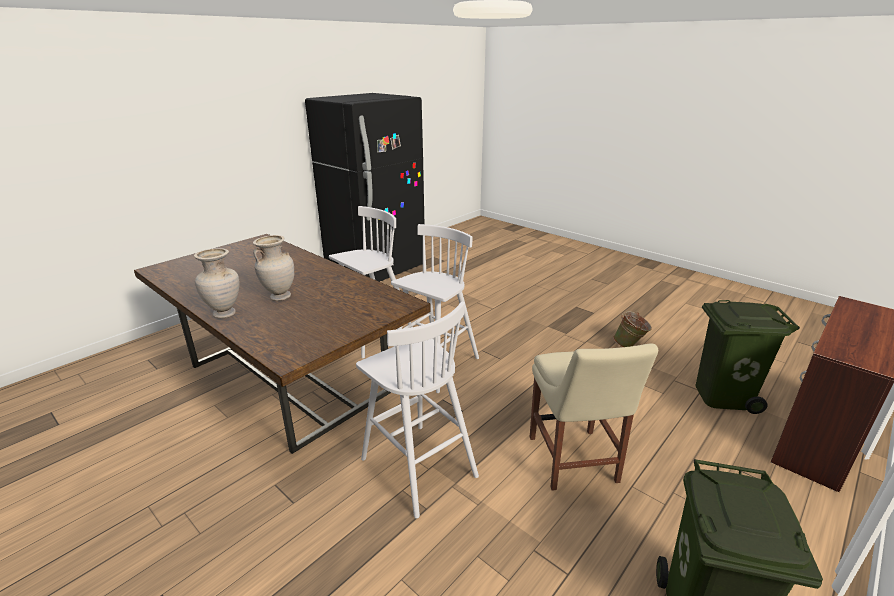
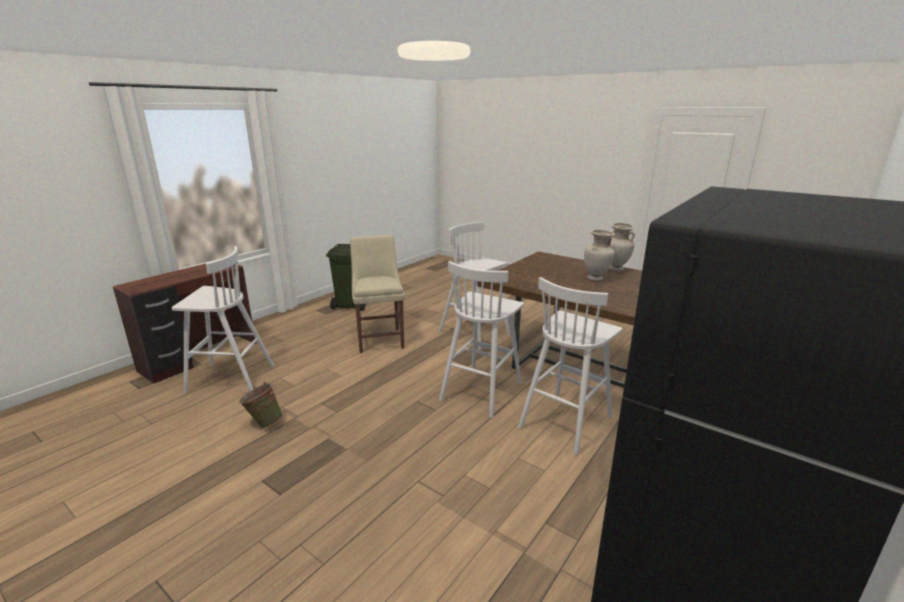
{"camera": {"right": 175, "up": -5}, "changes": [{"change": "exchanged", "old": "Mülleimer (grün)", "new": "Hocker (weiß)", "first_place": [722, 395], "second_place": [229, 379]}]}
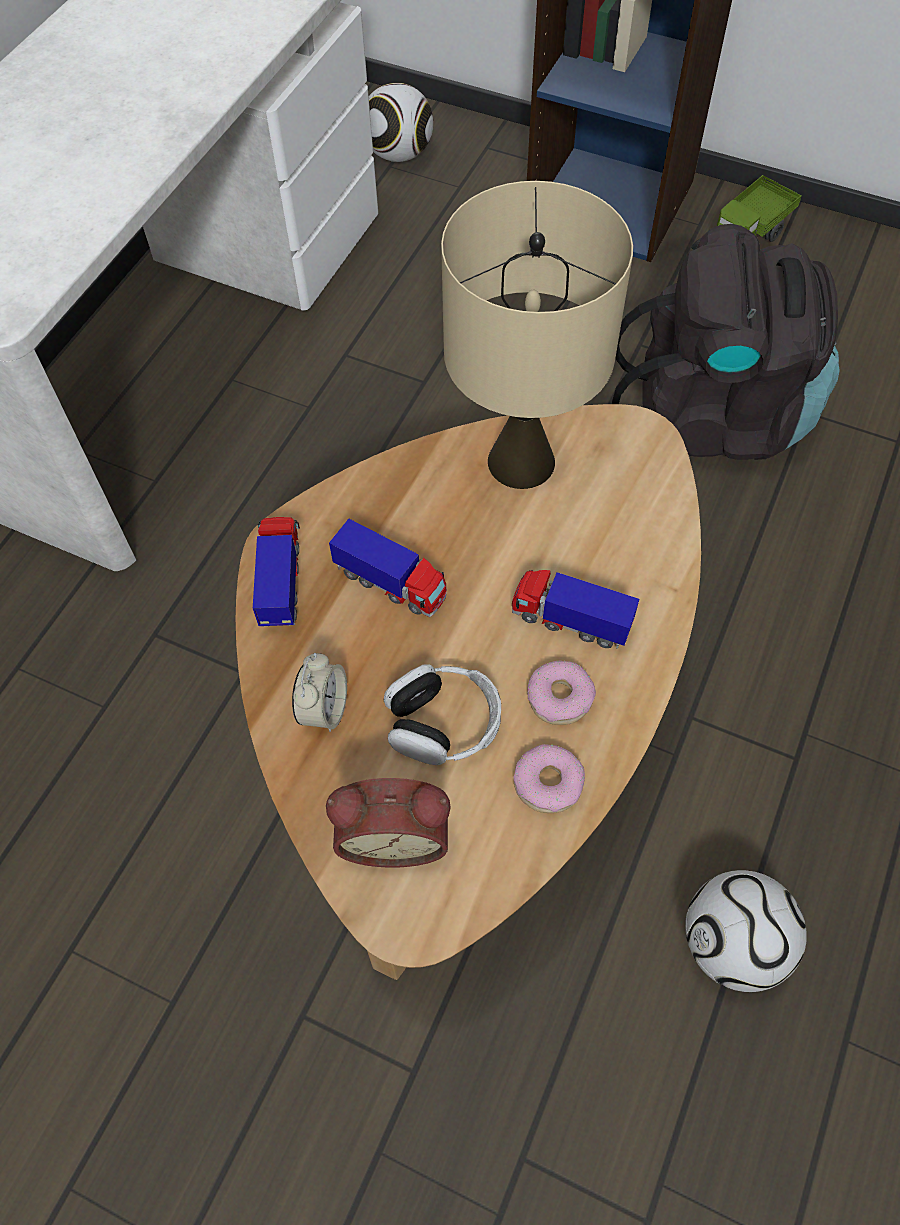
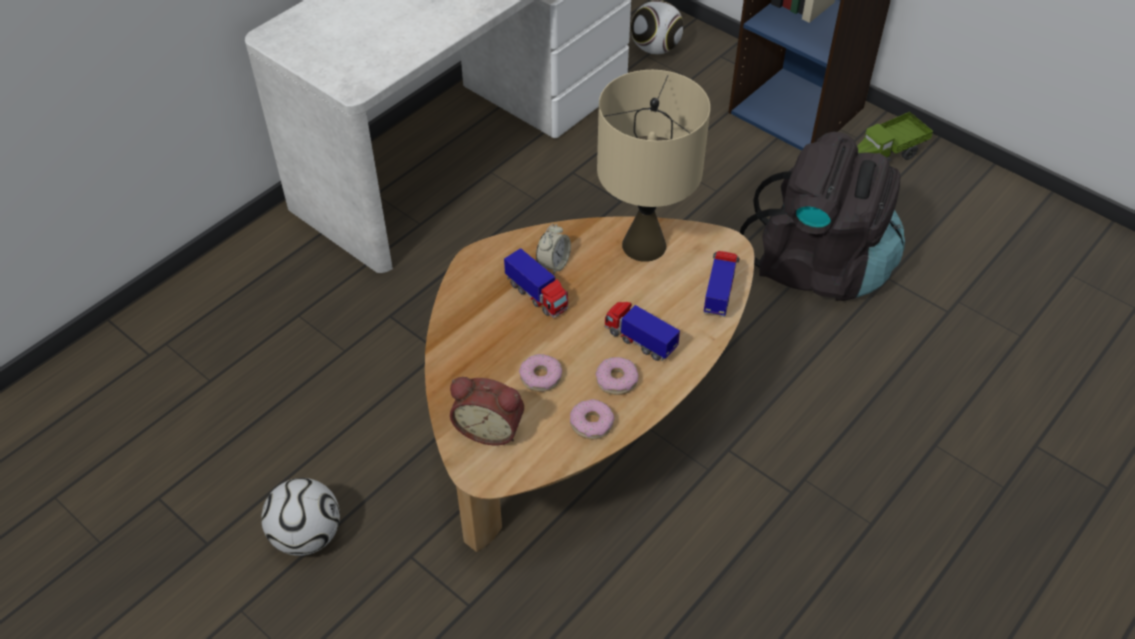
{"camera": {"right": 15, "up": -10}, "changes": [{"change": "relocated", "old": "Fußball", "first_place": [731, 943], "second_place": [307, 535]}, {"change": "exchanged", "old": "Kopfhörer", "new": "Donut", "first_place": [443, 723], "second_place": [541, 377]}, {"change": "relocated", "old": "Wecker", "first_place": [324, 709], "second_place": [553, 264]}, {"change": "relocated", "old": "Spielzeuglaster", "first_place": [281, 584], "second_place": [719, 293]}]}
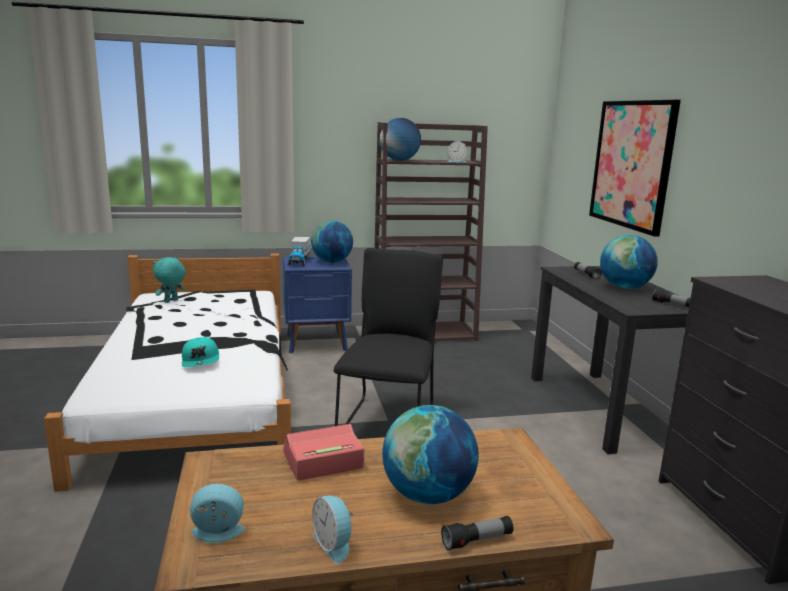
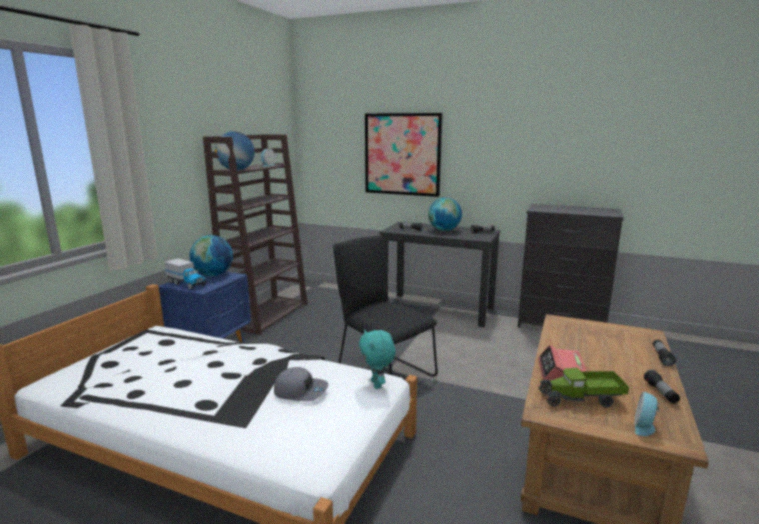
{"camera": {"right": -55, "up": 0}, "changes": [{"change": "colour", "old": "Kappe (türkis)", "new": "Kappe (grau)", "first_place": [201, 361], "second_place": [301, 391]}, {"change": "relocated", "old": "Plüschtier (türkis)", "first_place": [171, 301], "second_place": [377, 384]}, {"change": "appeared", "new": "Spielzeuglaster", "second_place": [581, 399]}, {"change": "exchanged", "old": "Wecker", "new": "Taschenlampe", "first_place": [334, 544], "second_place": [660, 393]}, {"change": "missing", "old": "Globus", "first_place": [427, 495]}]}
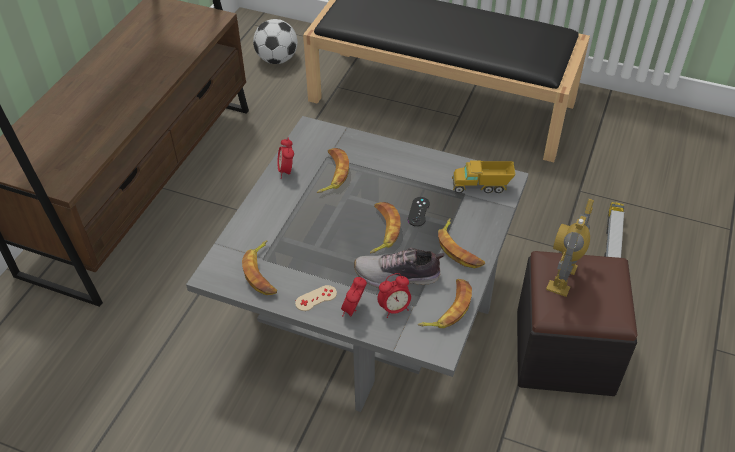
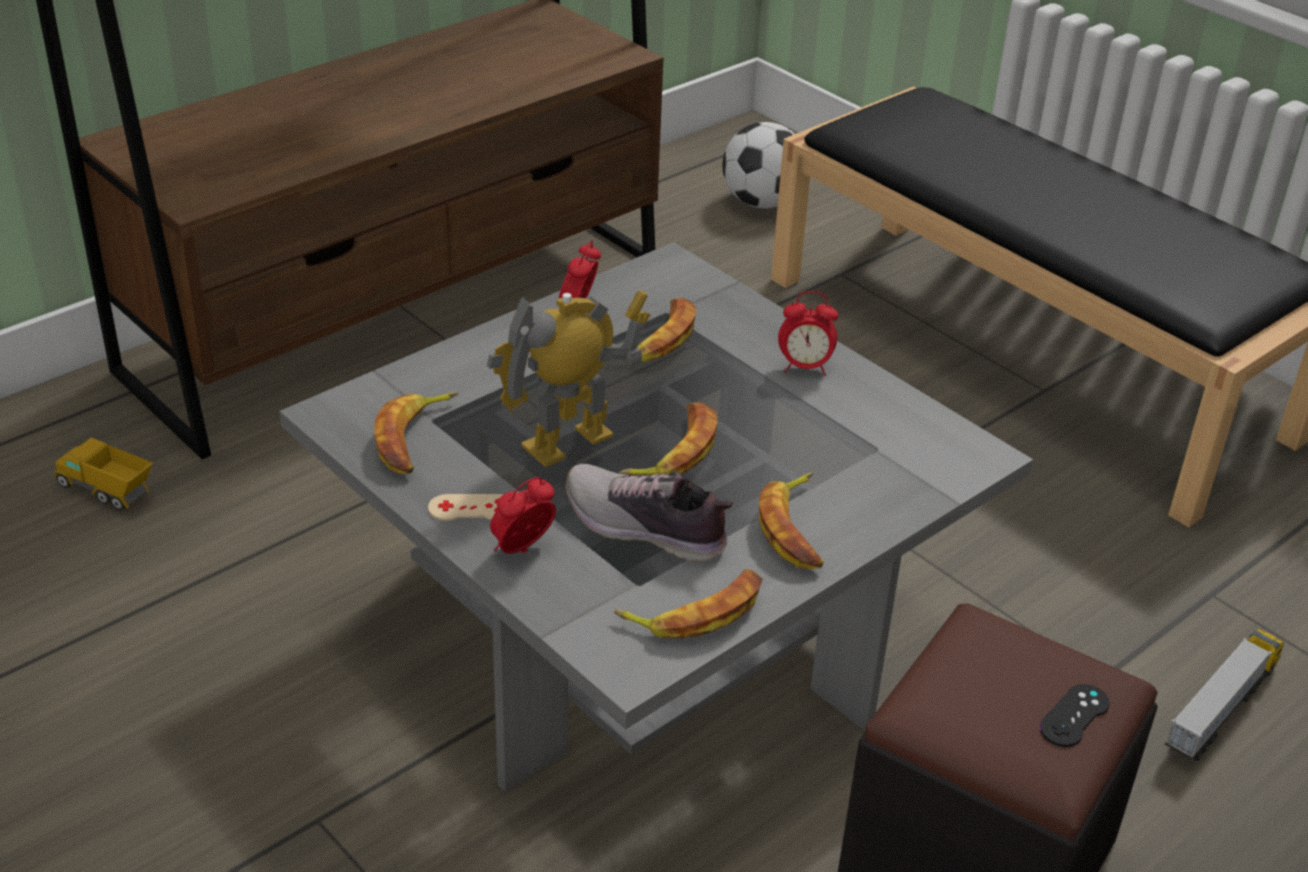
{"camera": {"right": 25, "up": -10}, "changes": [{"change": "relocated", "old": "Spielzeuglaster", "first_place": [481, 186], "second_place": [107, 492]}, {"change": "relocated", "old": "Spielzeugroboter", "first_place": [563, 278], "second_place": [569, 443]}, {"change": "relocated", "old": "Wecker", "first_place": [394, 308], "second_place": [804, 367]}, {"change": "relocated", "old": "Gamepad (schwarz)", "first_place": [418, 211], "second_place": [1074, 716]}]}
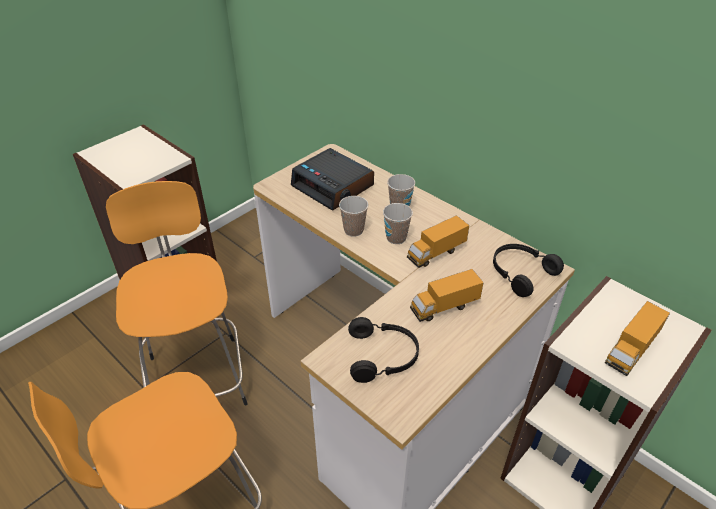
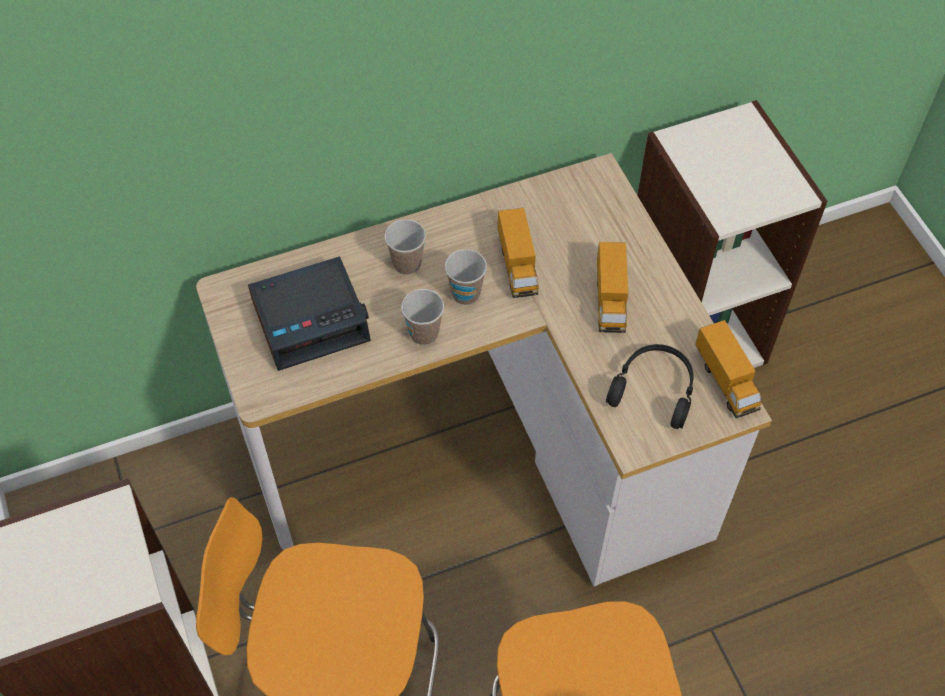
{"camera": {"right": -65, "up": 15}, "changes": [{"change": "relocated", "old": "Spielzeuglaster", "first_place": [631, 350], "second_place": [725, 381]}, {"change": "missing", "old": "Kopfhörer (schwarz)", "first_place": [520, 273]}]}
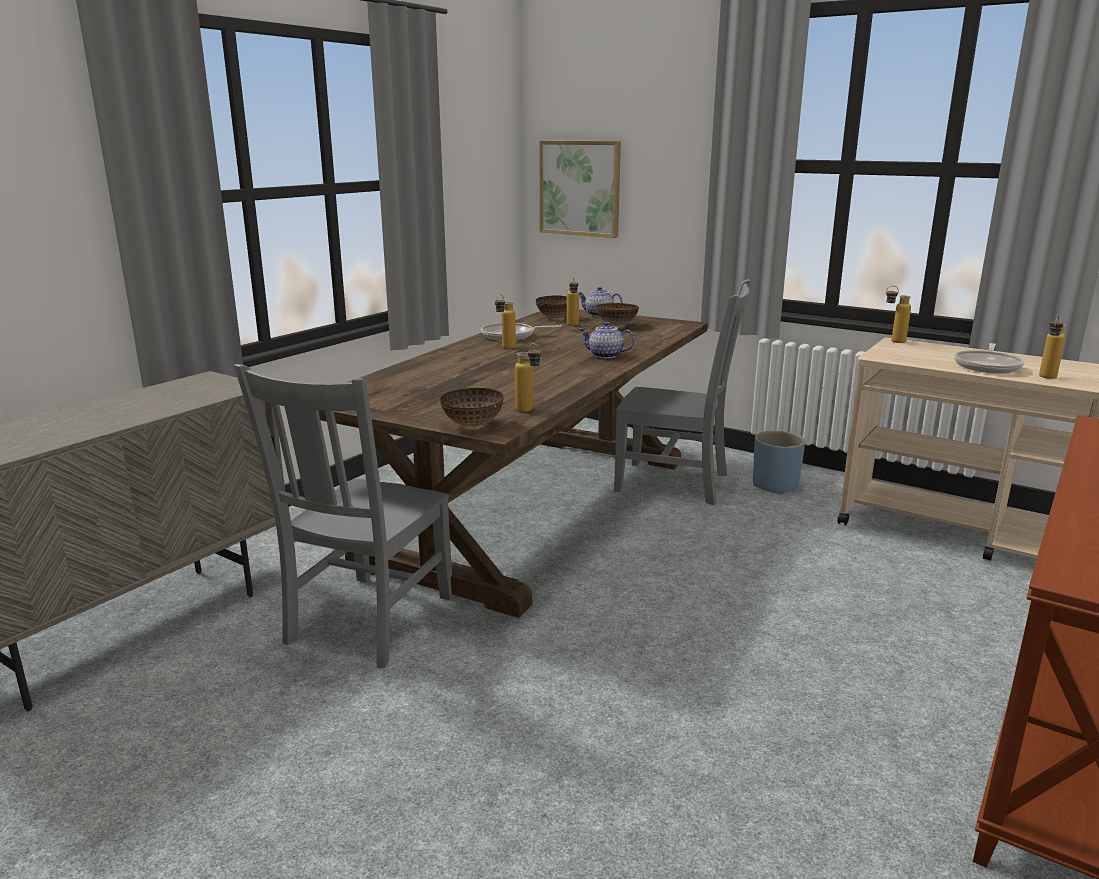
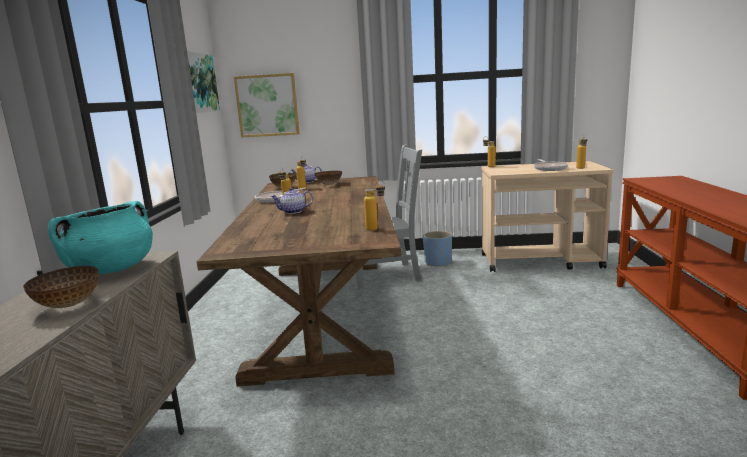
{"camera": {"right": -30, "up": -5}, "changes": [{"change": "relocated", "old": "Schüssel", "first_place": [471, 425], "second_place": [67, 305]}, {"change": "appeared", "new": "Kochtopf (türkis)", "second_place": [111, 269]}, {"change": "appeared", "new": "Bild", "second_place": [199, 83]}, {"change": "relocated", "old": "Teekanne", "first_place": [605, 355], "second_place": [293, 212]}, {"change": "missing", "old": "Stuhl (grau)", "first_place": [367, 622]}]}
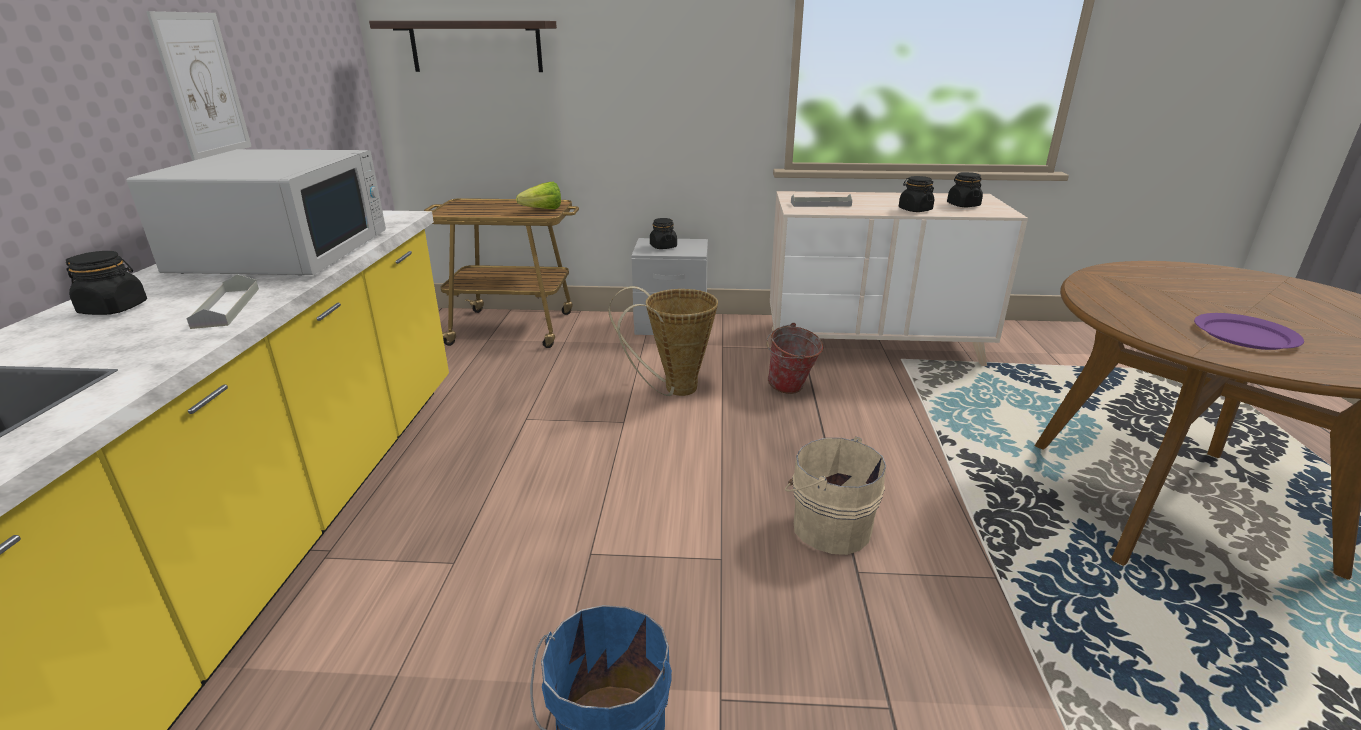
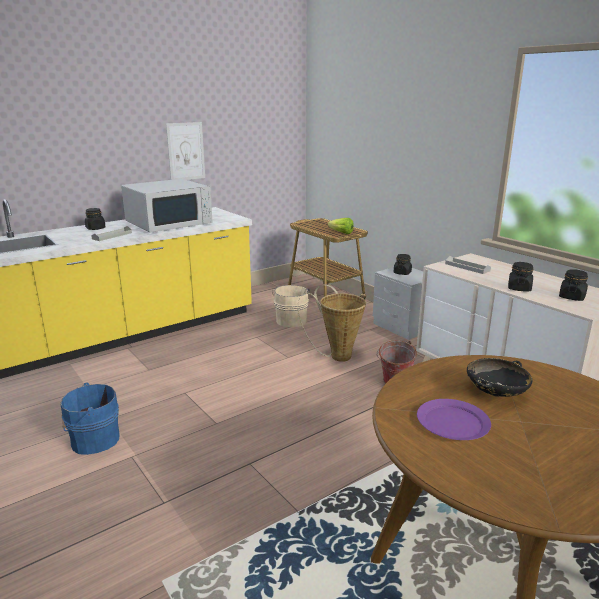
{"camera": {"right": 50, "up": -5}, "changes": [{"change": "relocated", "old": "Eimer (beige)", "first_place": [828, 526], "second_place": [291, 320]}, {"change": "appeared", "new": "Schüssel (schwarz)", "second_place": [496, 393]}, {"change": "missing", "old": "Wandregal", "first_place": [476, 46]}]}
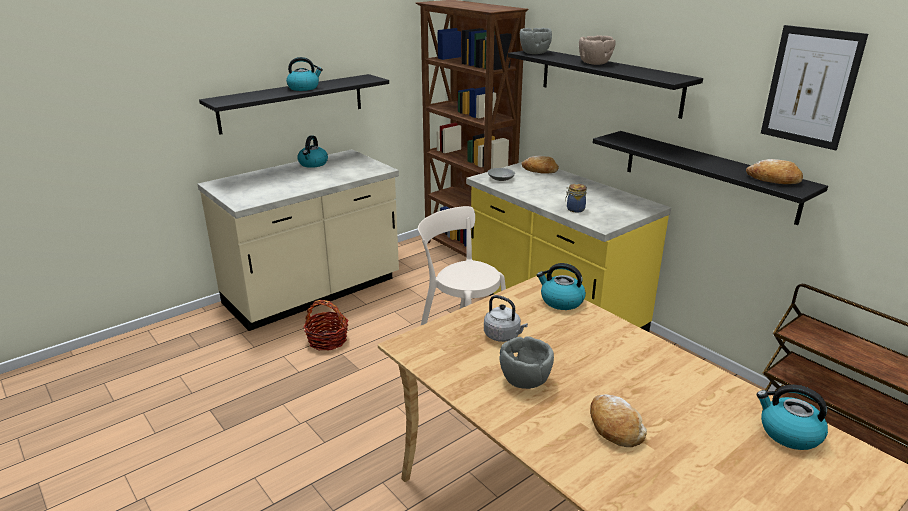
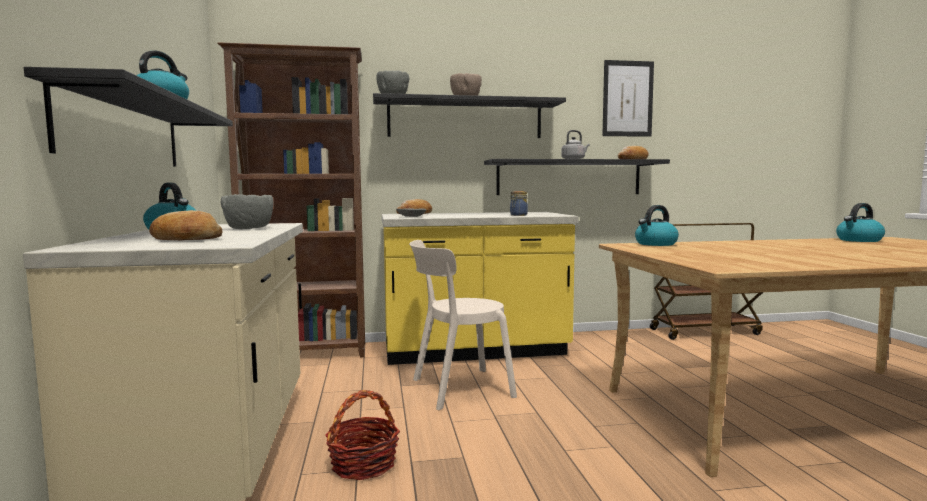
{"camera": {"right": -60, "up": -20}, "changes": [{"change": "relocated", "old": "Brot", "first_place": [614, 427], "second_place": [185, 239]}, {"change": "relocated", "old": "Schüssel (grau)", "first_place": [526, 380], "second_place": [249, 228]}, {"change": "relocated", "old": "Wasserkessel (grau)", "first_place": [503, 336], "second_place": [574, 159]}]}
